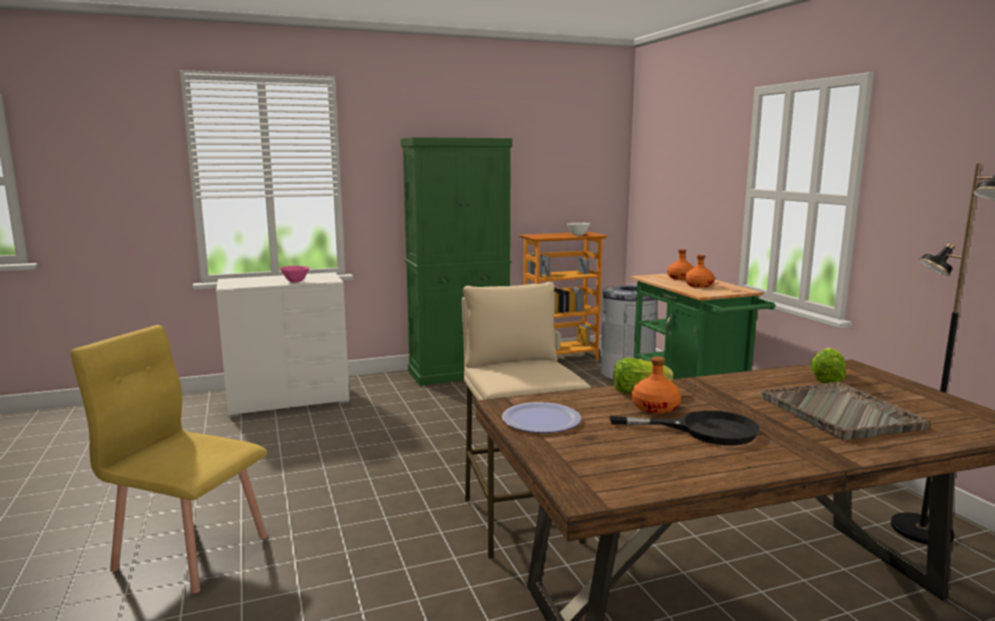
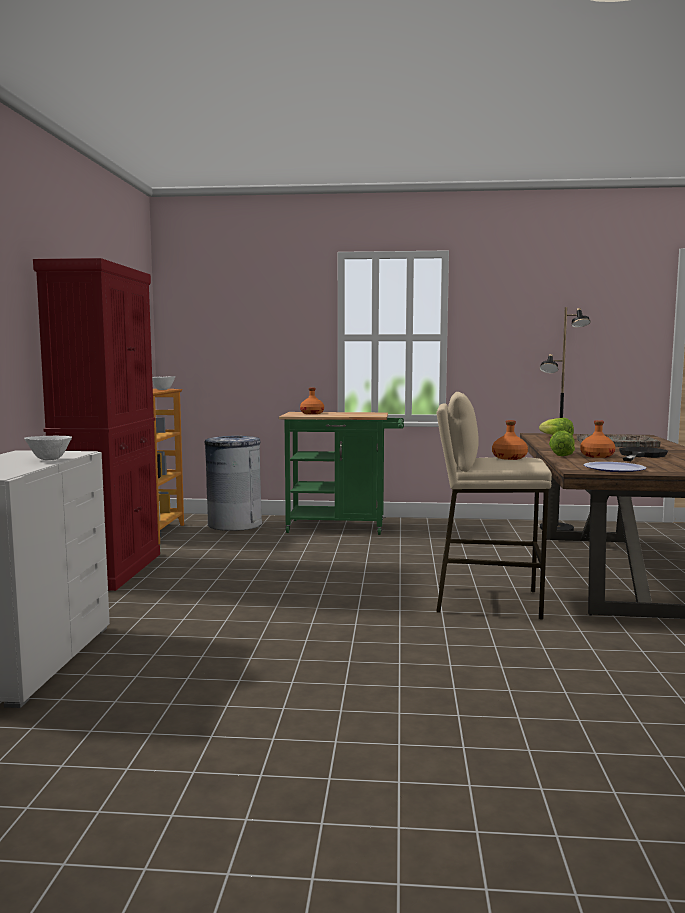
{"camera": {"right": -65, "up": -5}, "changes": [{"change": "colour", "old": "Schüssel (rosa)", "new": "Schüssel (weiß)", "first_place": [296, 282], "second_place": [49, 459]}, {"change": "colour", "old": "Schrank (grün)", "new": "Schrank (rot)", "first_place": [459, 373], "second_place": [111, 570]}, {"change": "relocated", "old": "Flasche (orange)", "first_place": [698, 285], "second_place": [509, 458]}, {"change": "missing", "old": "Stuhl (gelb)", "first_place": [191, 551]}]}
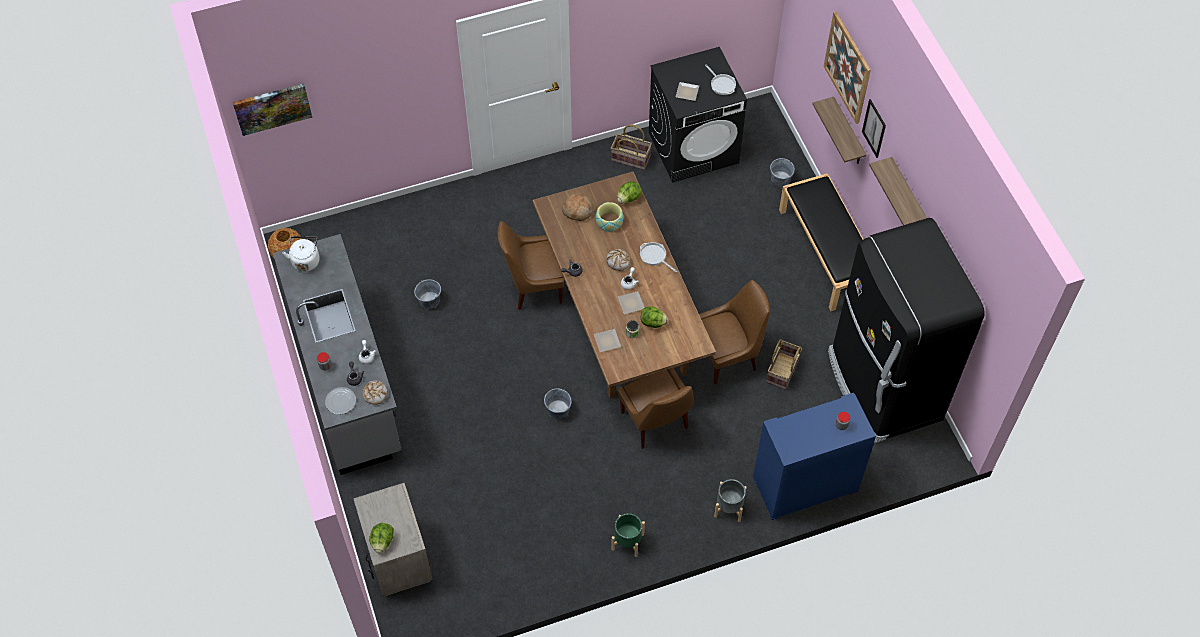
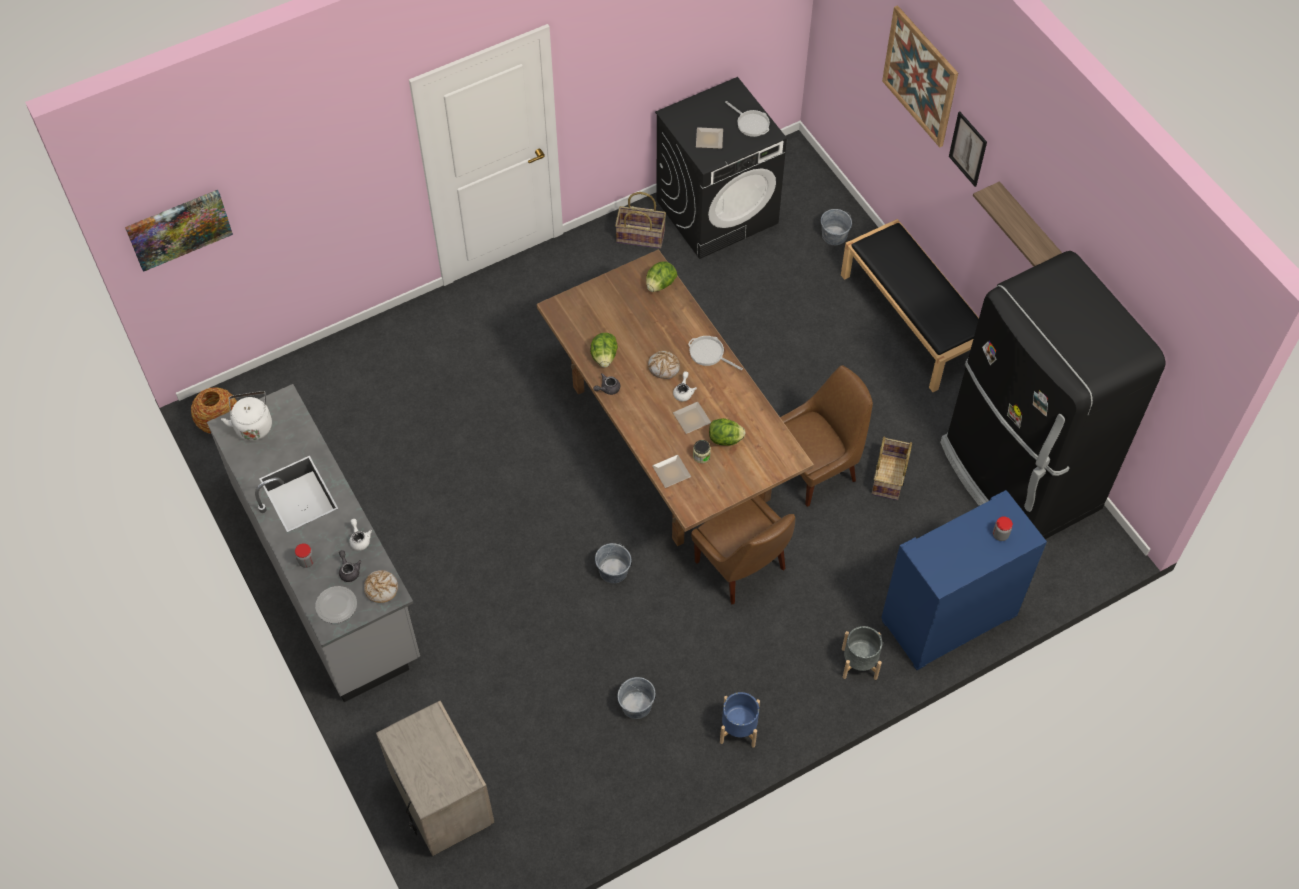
{"camera": {"right": -10, "up": 0}, "changes": [{"change": "relocated", "old": "Salatkopf", "first_place": [382, 541], "second_place": [604, 357]}, {"change": "relocated", "old": "Eimer (grau)", "first_place": [429, 300], "second_place": [636, 705]}, {"change": "colour", "old": "Pflanzkübel (grün)", "new": "Pflanzkübel (blau)", "first_place": [628, 542], "second_place": [739, 729]}, {"change": "missing", "old": "Stuhl (braun)", "first_place": [533, 286]}, {"change": "missing", "old": "Brot", "first_place": [578, 210]}, {"change": "missing", "old": "Schüssel", "first_place": [609, 221]}, {"change": "missing", "old": "Wandregal", "first_place": [848, 133]}]}
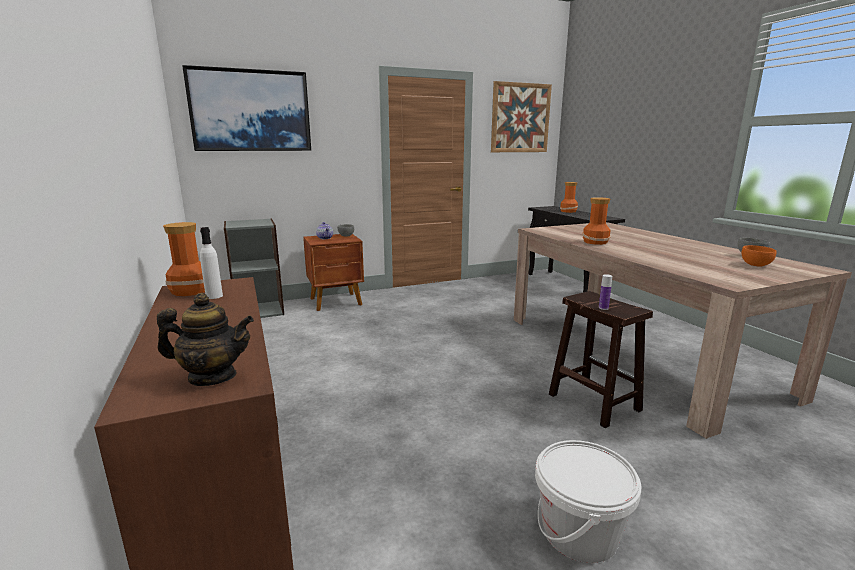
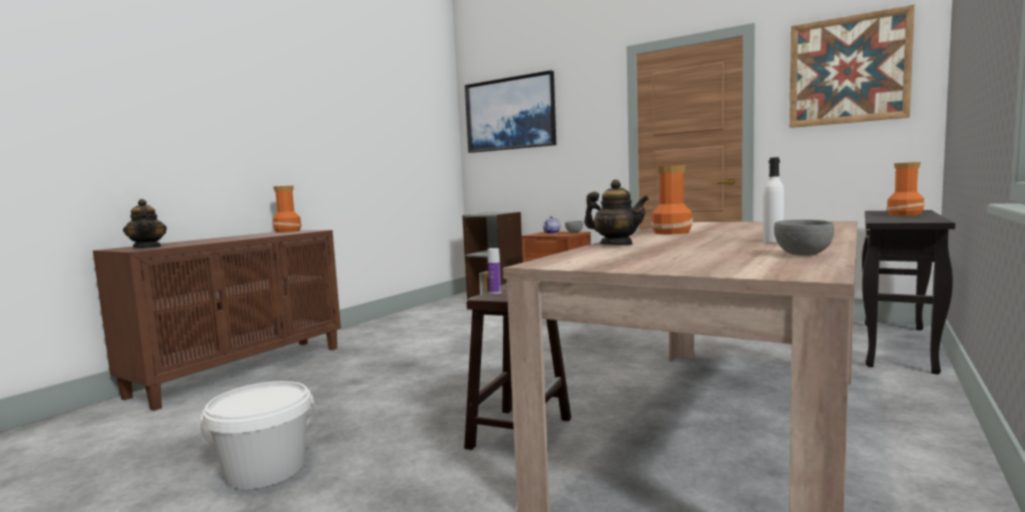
{"camera": {"right": 55, "up": -10}, "changes": [{"change": "appeared", "new": "Teekanne", "second_place": [616, 245]}, {"change": "relocated", "old": "Flasche (weiß)", "first_place": [214, 296], "second_place": [773, 241]}, {"change": "missing", "old": "Schüssel (orange)", "first_place": [755, 265]}]}
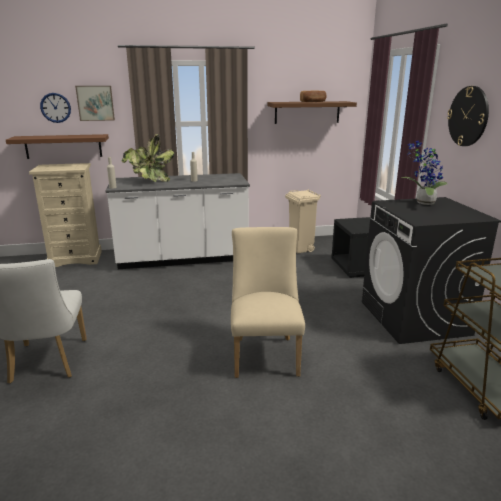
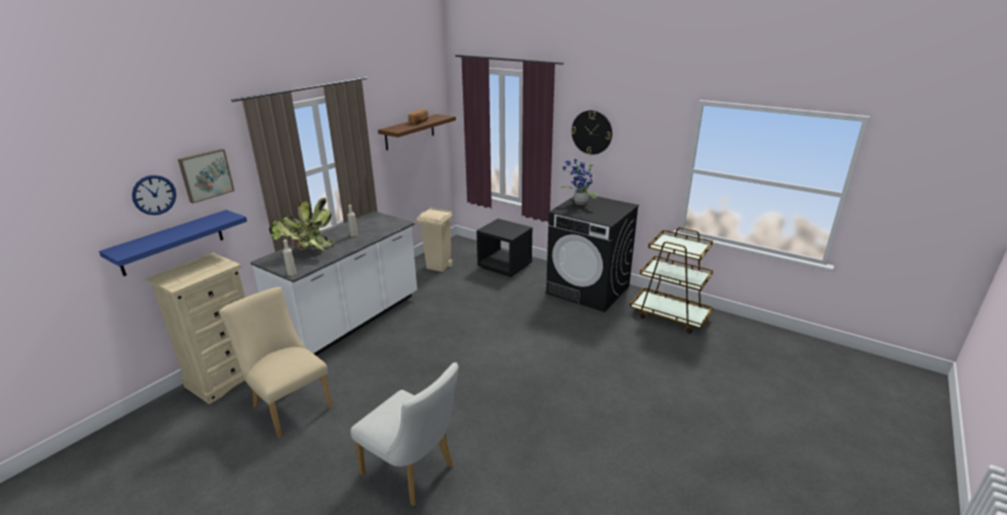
{"camera": {"right": -45, "up": 5}, "changes": [{"change": "colour", "old": "Wandregal (braun)", "new": "Wandregal (blau)", "first_place": [63, 146], "second_place": [172, 242]}, {"change": "relocated", "old": "Stuhl (beige)", "first_place": [265, 353], "second_place": [289, 405]}]}
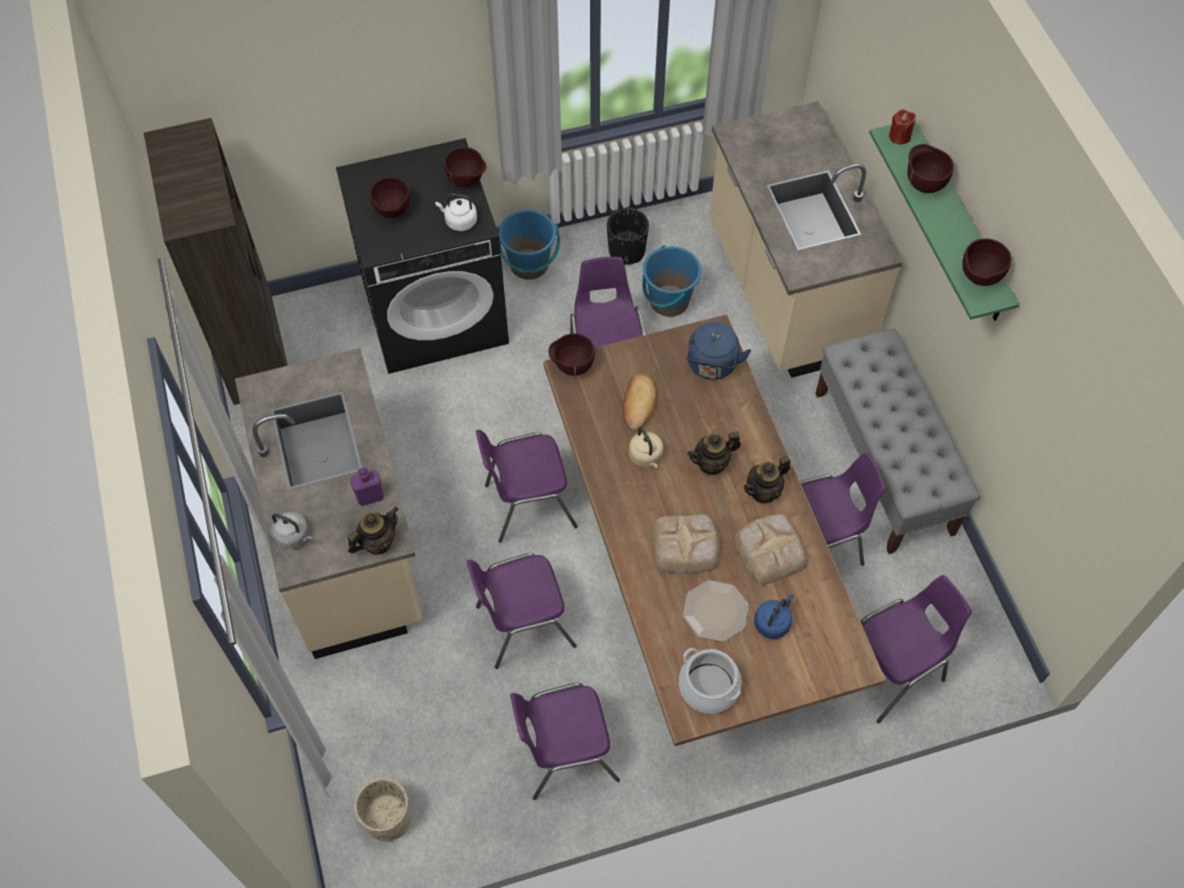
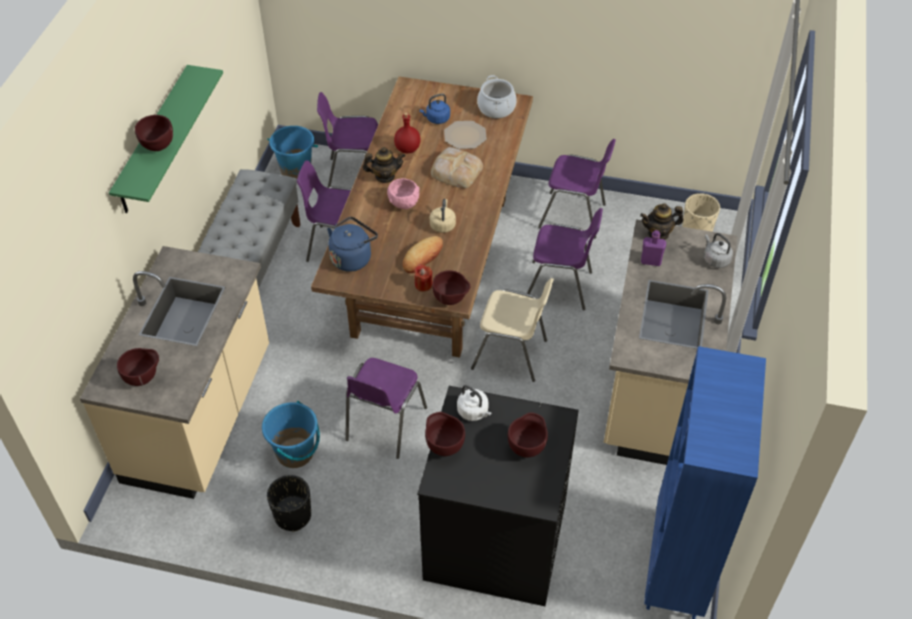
{"camera": {"right": -150, "up": -10}, "changes": [{"change": "relocated", "old": "Schüssel (braun)", "first_place": [978, 279], "second_place": [143, 378]}, {"change": "relocated", "old": "Eimer (blau)", "first_place": [529, 265], "second_place": [296, 170]}, {"change": "exchanged", "old": "Teekanne", "new": "Schüssel (rosa)", "first_place": [712, 464], "second_place": [403, 203]}, {"change": "exchanged", "old": "Brot", "new": "Flasche (rot)", "first_place": [770, 549], "second_place": [407, 149]}, {"change": "relocated", "old": "Kerze (rot)", "first_place": [899, 136], "second_place": [423, 285]}, {"change": "colour", "old": "Stuhl (lila)", "new": "Stuhl (beige)", "first_place": [527, 505], "second_place": [511, 355]}, {"change": "colour", "old": "Bücherregal (braun)", "new": "Bücherregal (blau)", "first_place": [257, 364], "second_place": [677, 570]}]}
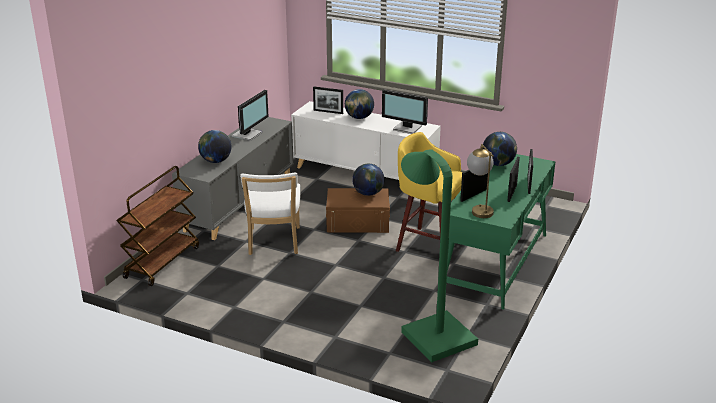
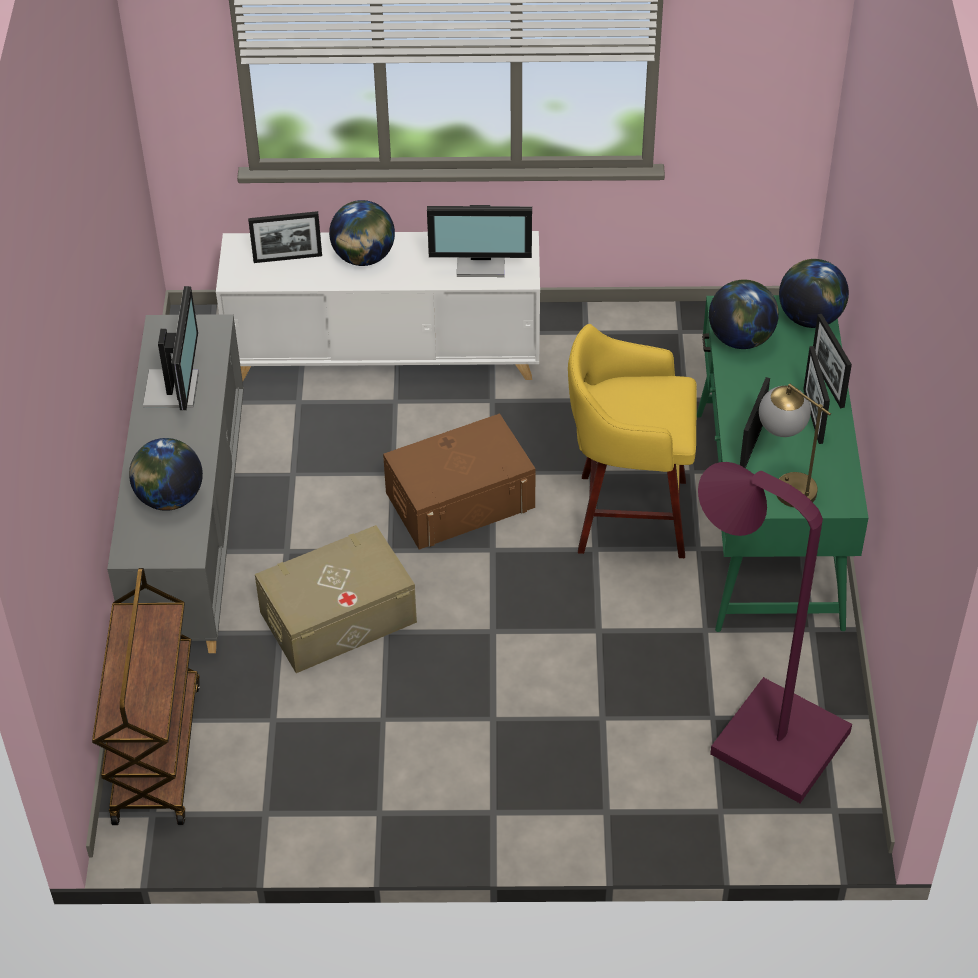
{"camera": {"right": -25, "up": 20}, "changes": [{"change": "exchanged", "old": "Stuhl (weiß)", "new": "Aufbewahrungsbox (beige)", "first_place": [273, 243], "second_place": [338, 617]}, {"change": "colour", "old": "Stehlampe (grün)", "new": "Stehlampe (lila)", "first_place": [432, 332], "second_place": [762, 733]}, {"change": "relocated", "old": "Globus", "first_place": [368, 193], "second_place": [810, 317]}]}
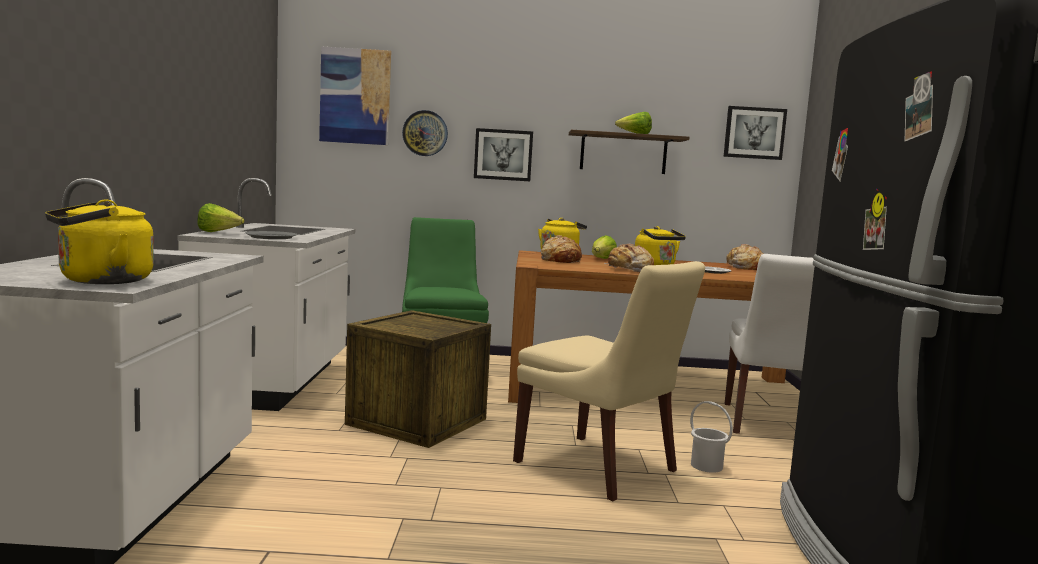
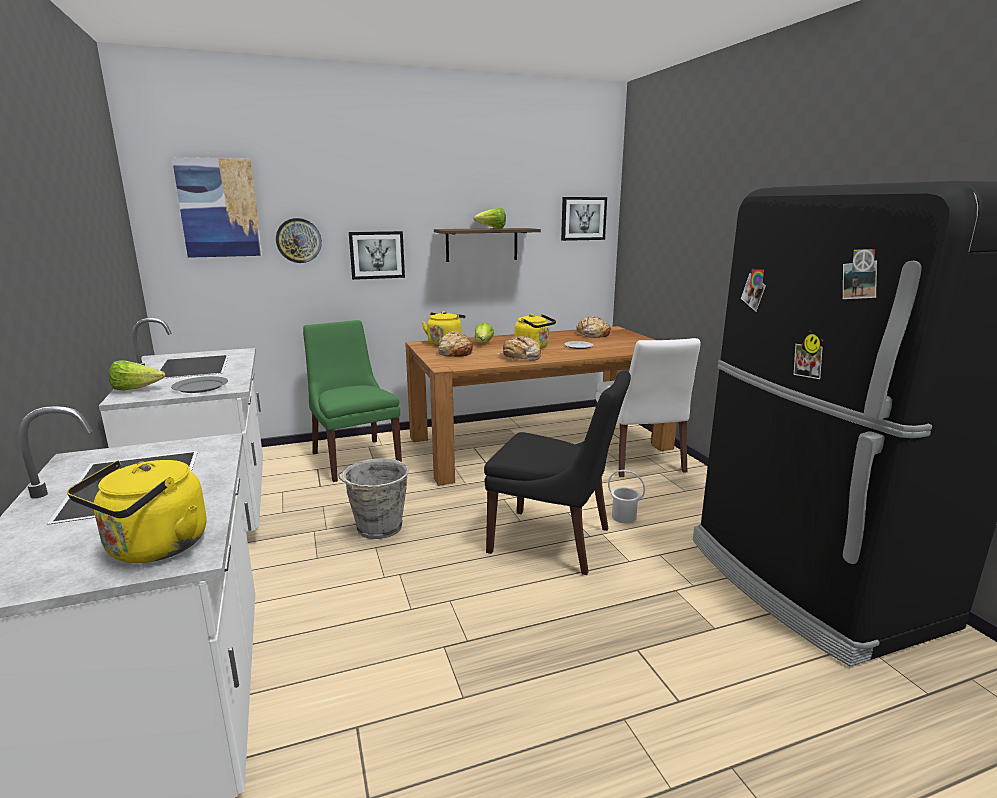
{"camera": {"right": -20, "up": 10}, "changes": [{"change": "exchanged", "old": "Kiste", "new": "Eimer (grau)", "first_place": [417, 422], "second_place": [379, 528]}, {"change": "colour", "old": "Stuhl (beige)", "new": "Stuhl (schwarz)", "first_place": [599, 468], "second_place": [554, 541]}]}
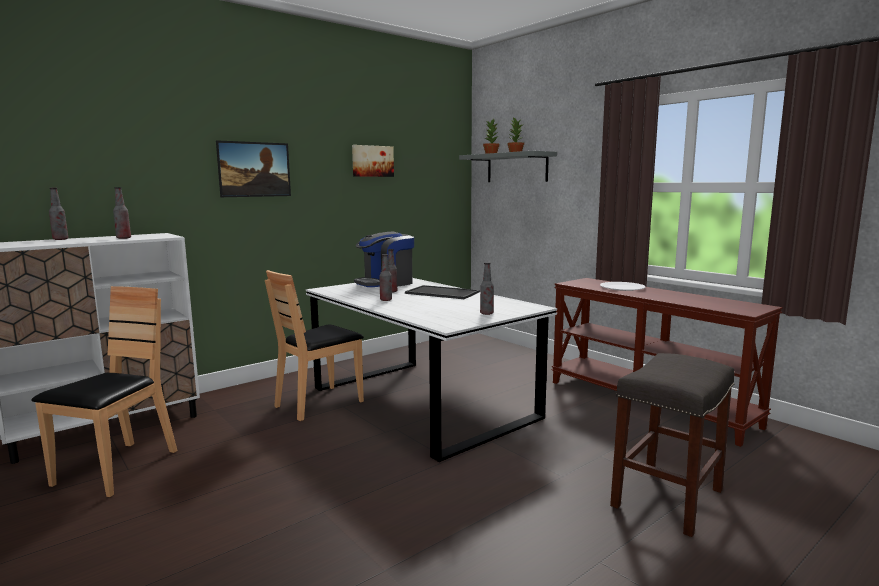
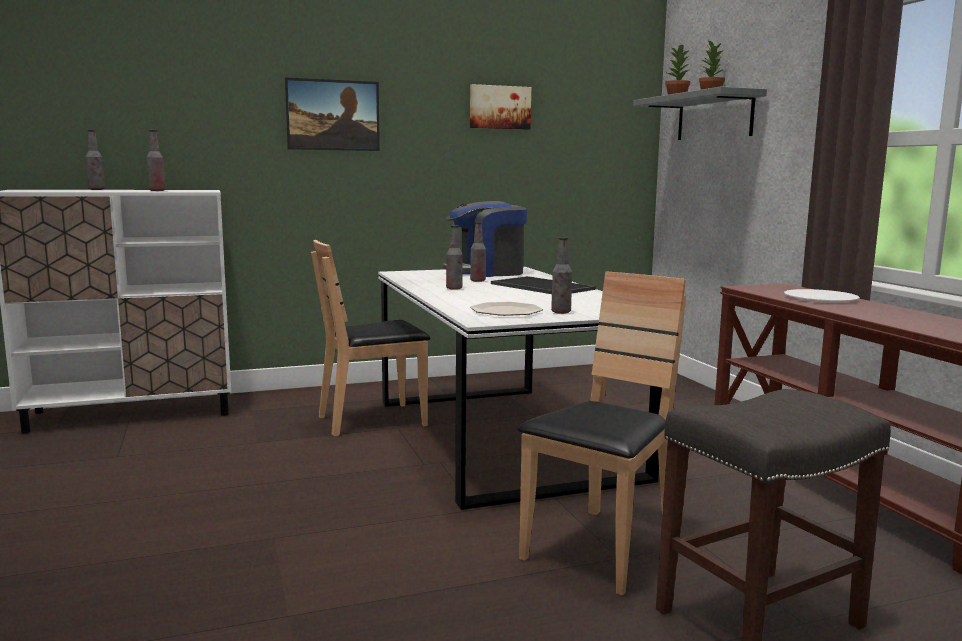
{"camera": {"right": 20, "up": 0}, "changes": [{"change": "appeared", "new": "Teller", "second_place": [506, 311]}, {"change": "relocated", "old": "Stuhl (braun)", "first_place": [117, 468], "second_place": [601, 549]}]}
